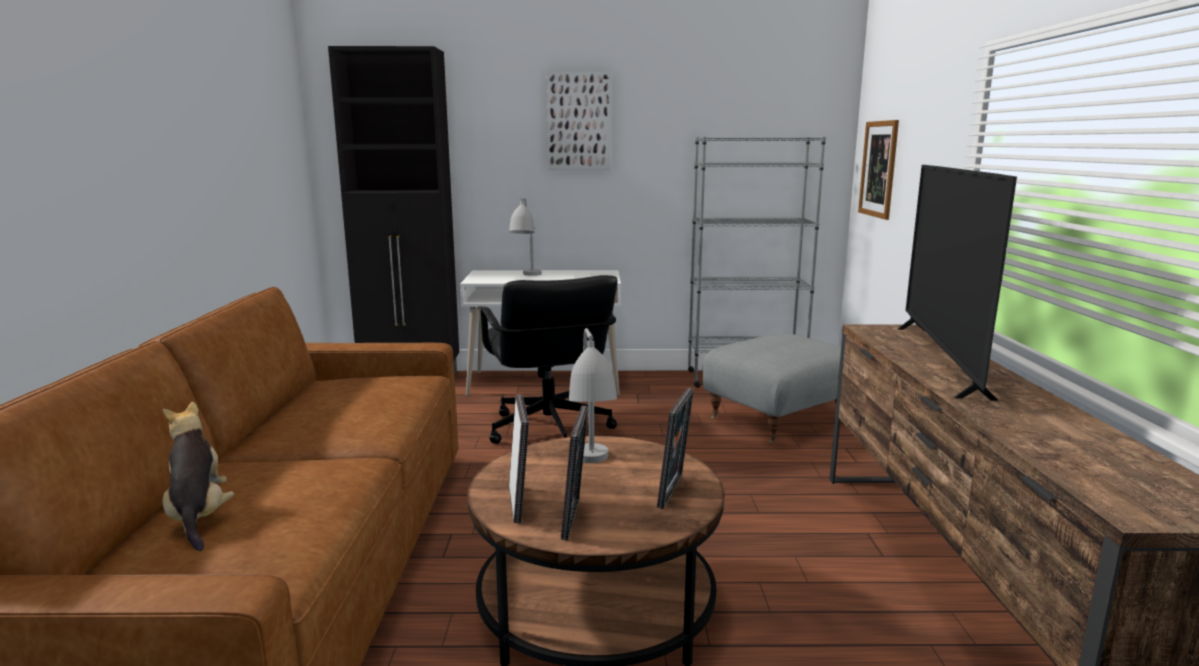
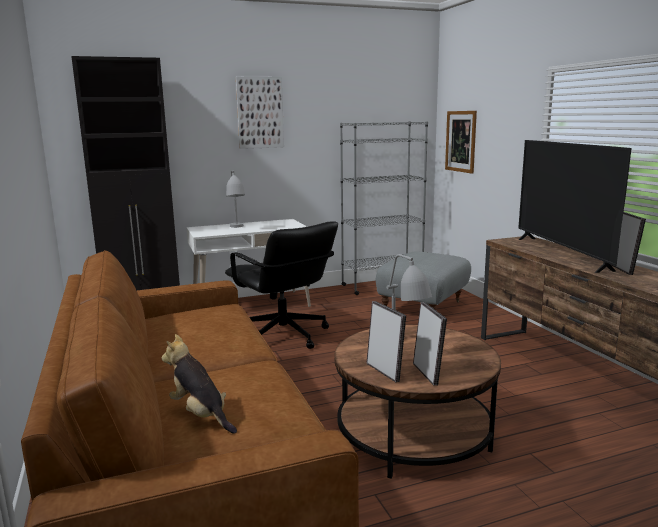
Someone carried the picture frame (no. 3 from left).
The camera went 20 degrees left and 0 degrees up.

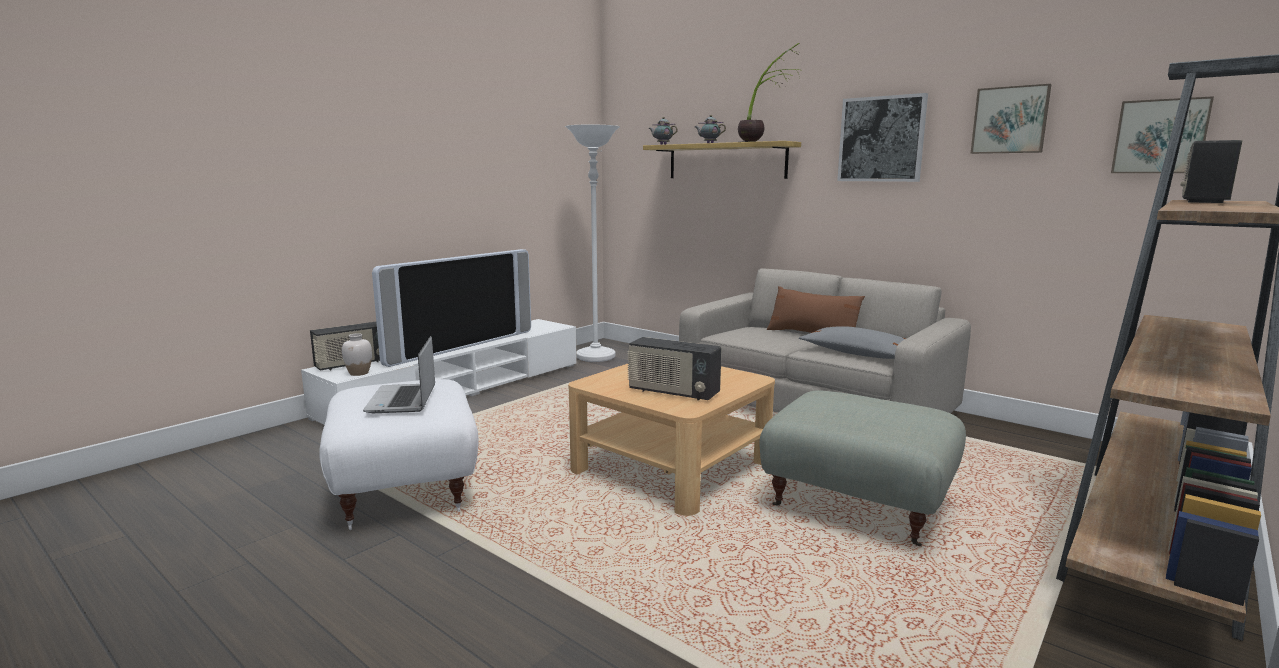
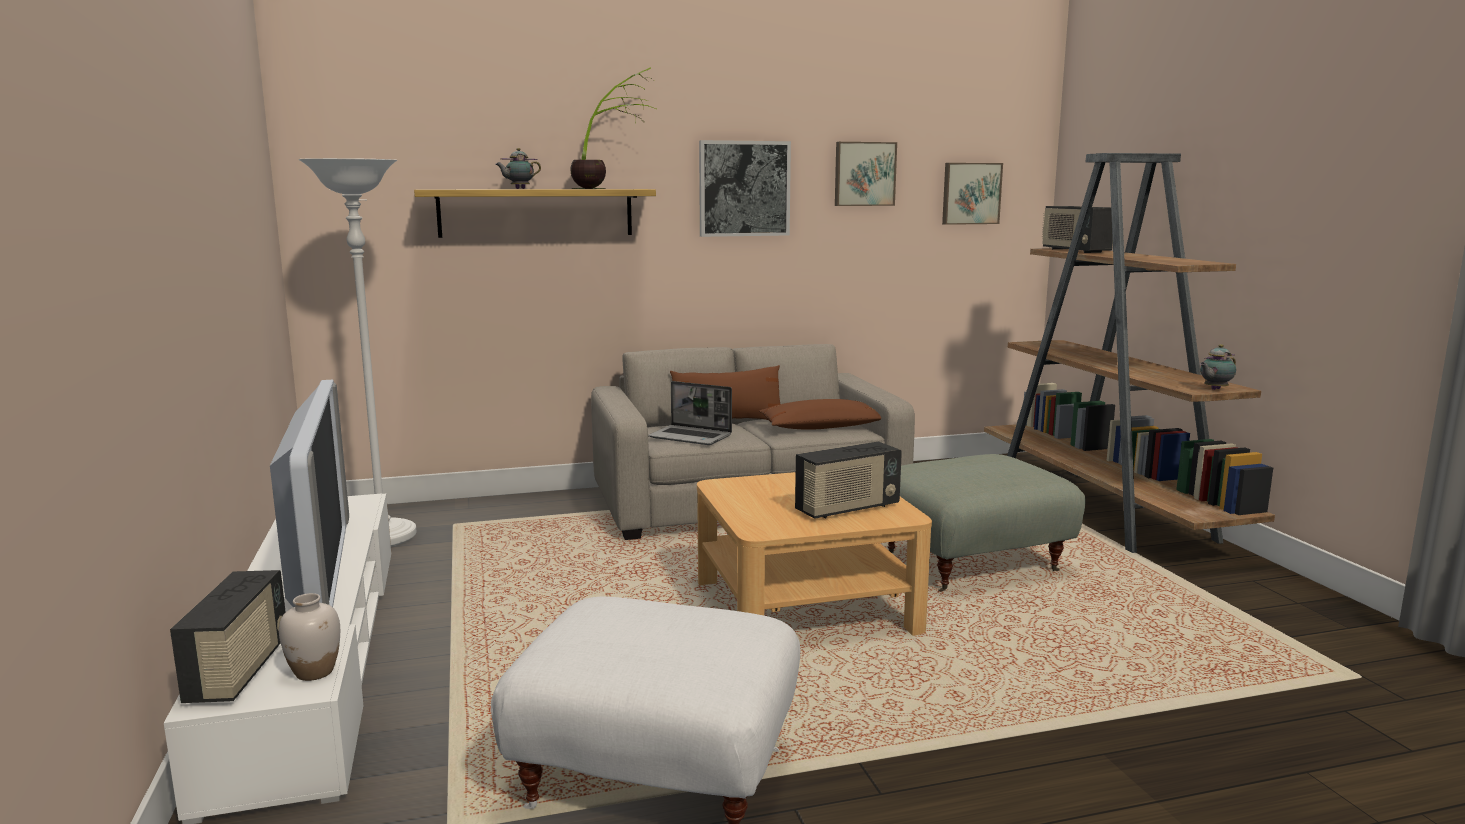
Someone carried the laptop.
Someone carried the teapot (no. 1 from left in the first image).
Someone repainted the pillow/grey, which became the pillow/brown (no. 2 from left).
The camera went 55 degrees left and 0 degrees up.

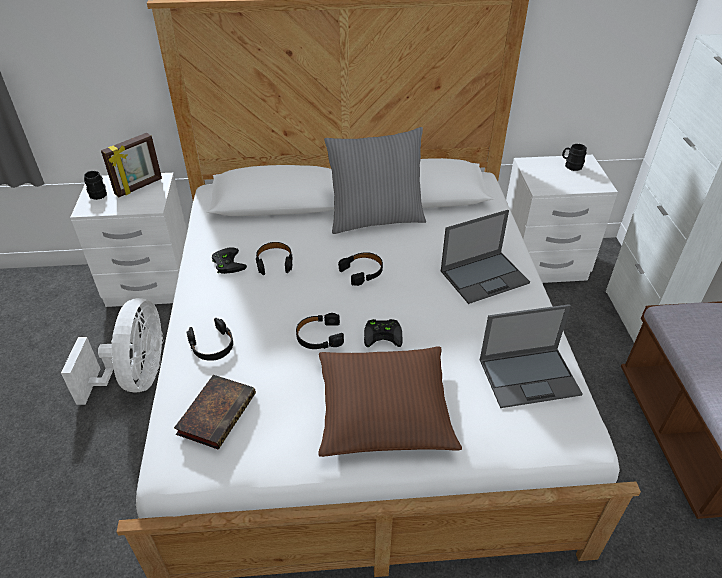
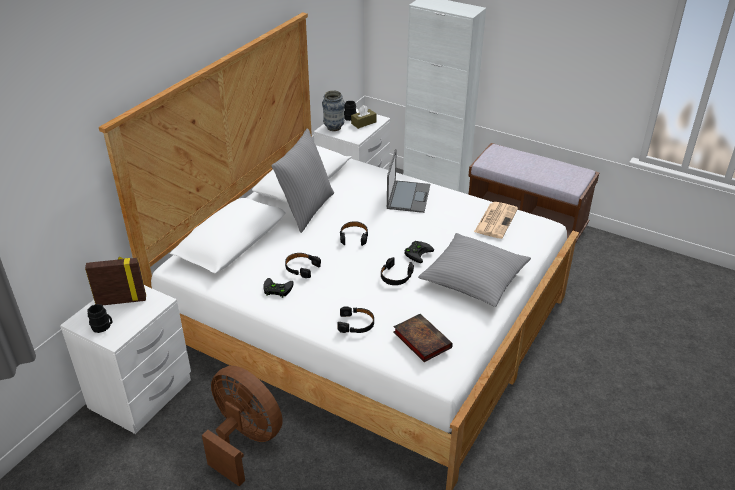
Someone repainted the fan/white, which became the fan/brown.
Someone rotated the picture frame by 90 degrees counterclockwise.
Someone repainted the pillow/brown, which became the pillow/grey (no. 2 from left).
Someone swapped the laptop (no. 2 from left) for the newspaper.
Someone put down the vase.
Someone put down the tissue box/brown.
The camera went 55 degrees left and 5 degrees down.

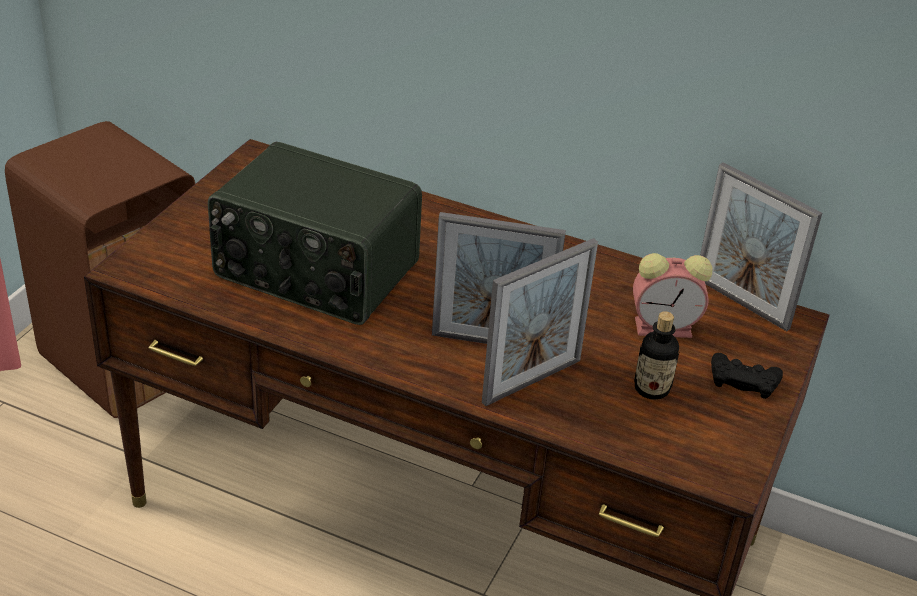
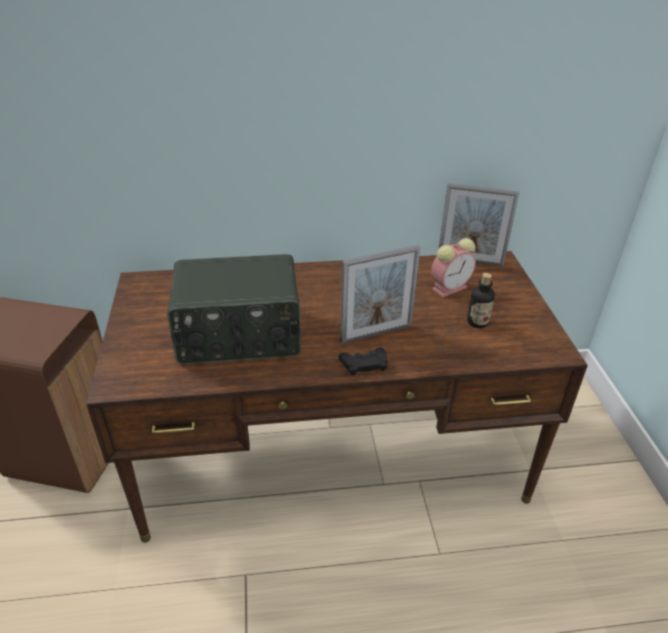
Someone took away the picture frame (no. 2 from left).
Someone carried the game controller/black.
The camera went 30 degrees left and 0 degrees up.

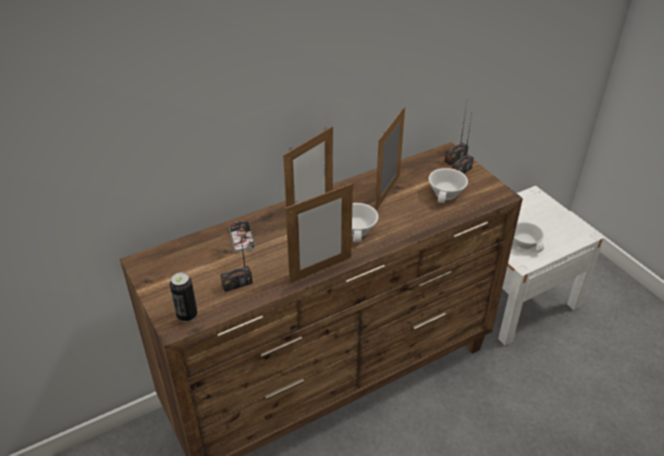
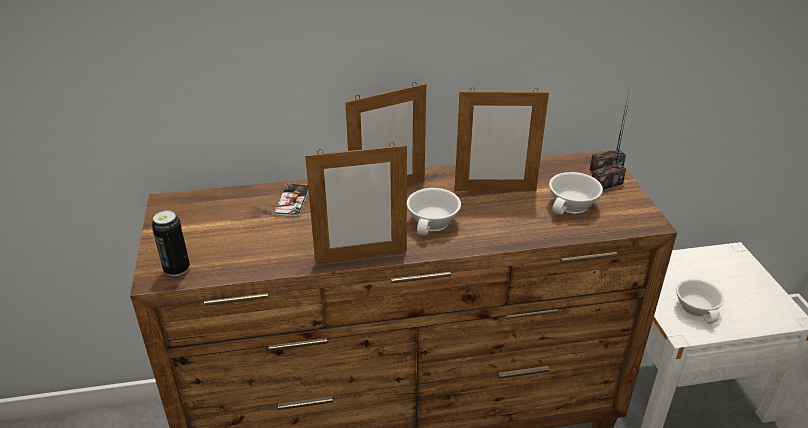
Someone took away the radio (no. 1 from left).
Someone rotated the picture frame (no. 3 from left) by 135 degrees counterclockwise.
The camera went 20 degrees right and 5 degrees down.

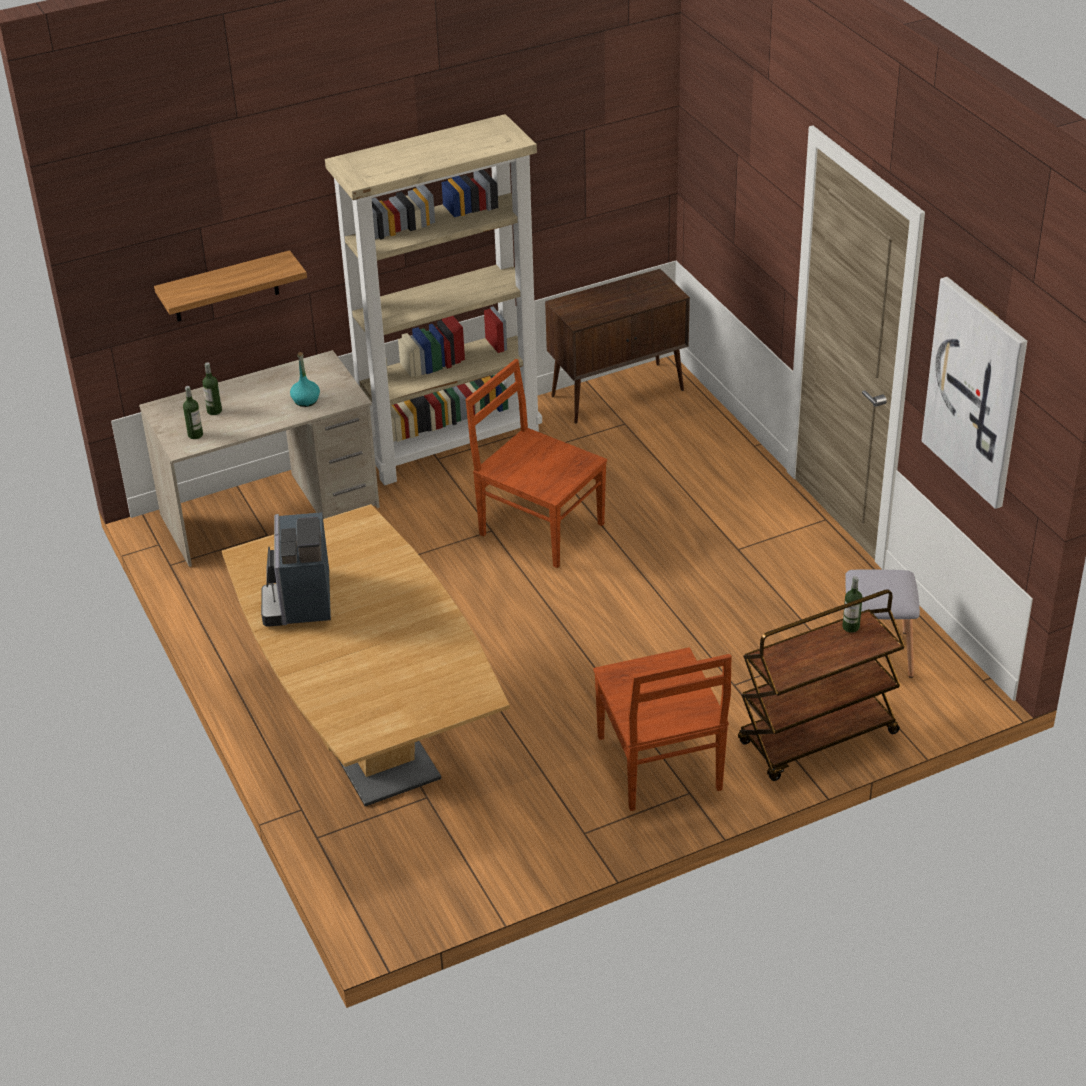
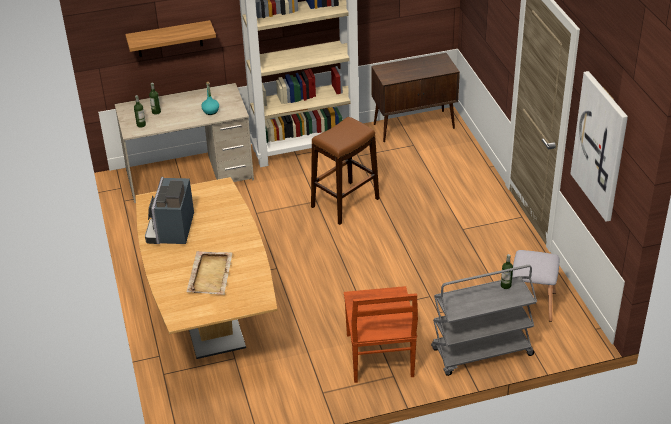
Someone swapped the chair/brown (no. 1 from left) for the stool/brown.
Someone repainted the cart/brown, which became the cart/grey.
Someone put down the tray/beige.
The camera went 10 degrees right and 0 degrees up.

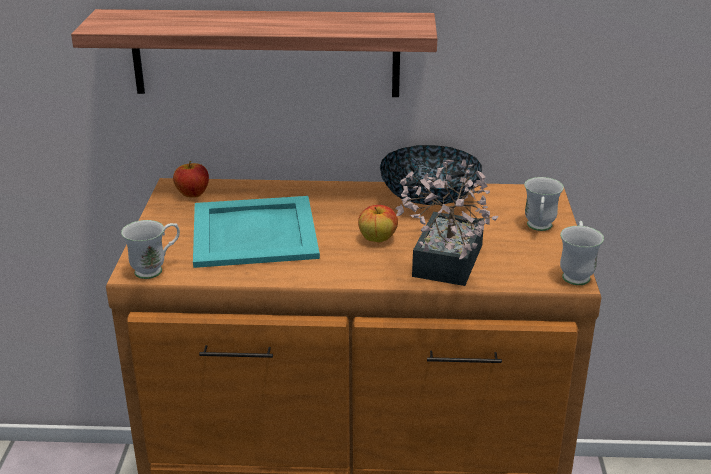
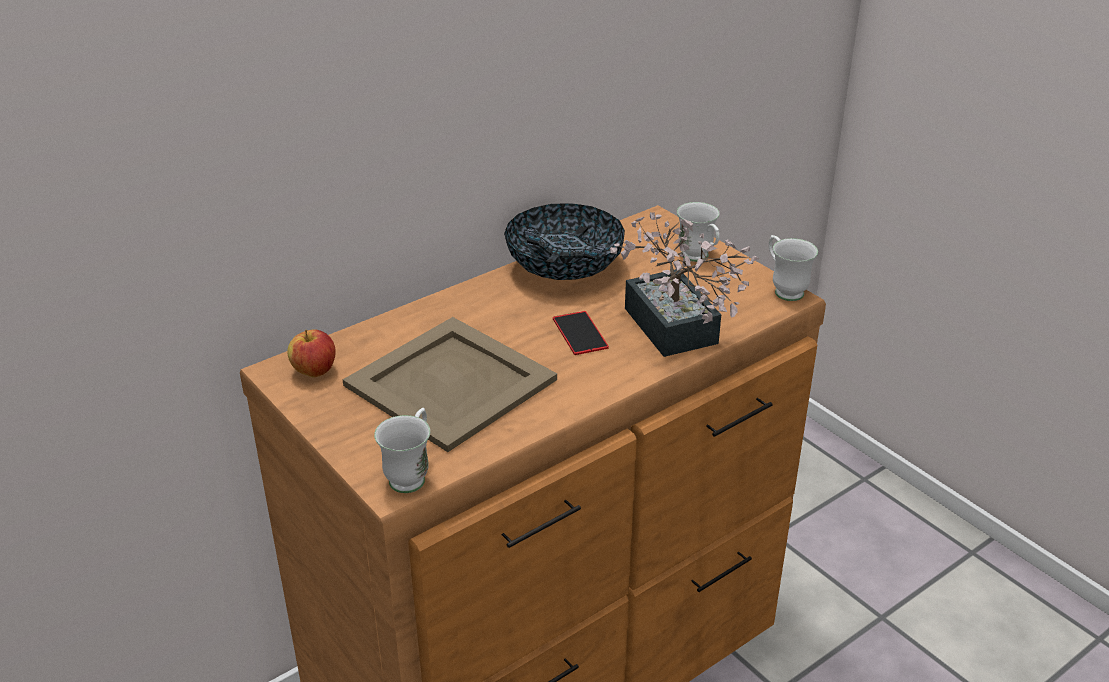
Someone took away the shelf.
Someone repainted the tray/turquoise, which became the tray/beige.
Someone swapped the apple (no. 2 from left) for the phone.
The camera went 40 degrees left and 5 degrees up.

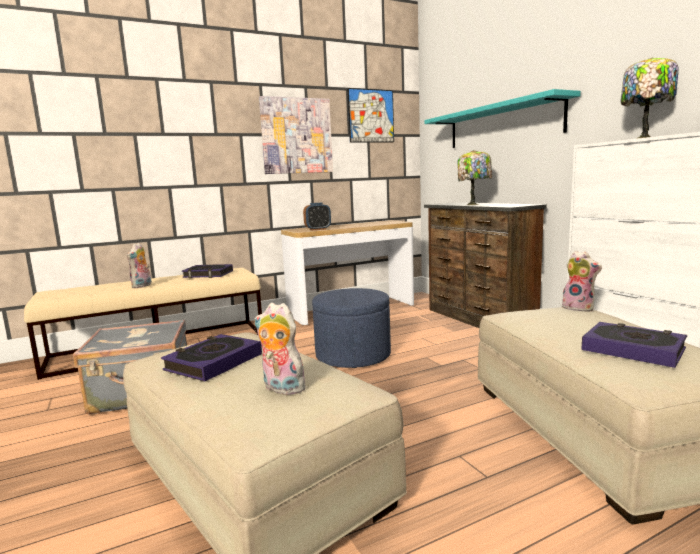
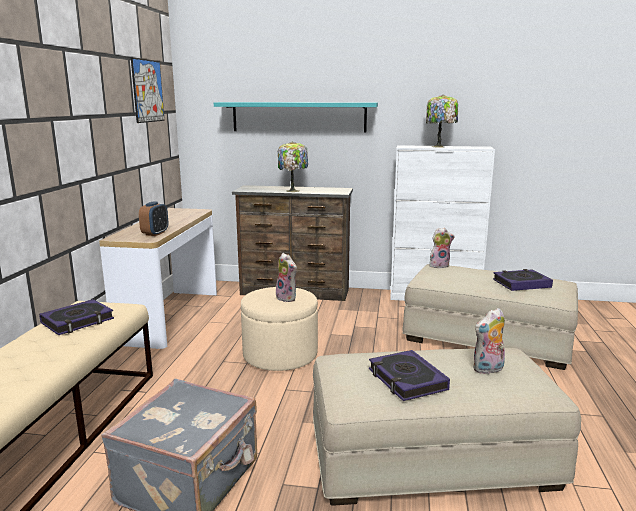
Someone carried the plush toy (no. 1 from left).
Someone took away the picture (no. 1 from left).
Someone repainted the ottoman/blue, which became the ottoman/beige (no. 1 from left).
The camera went 55 degrees left and 5 degrees up.

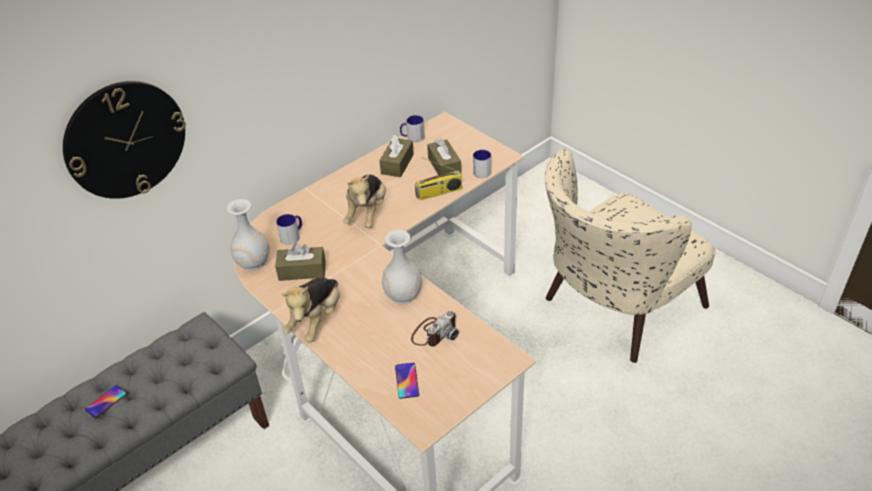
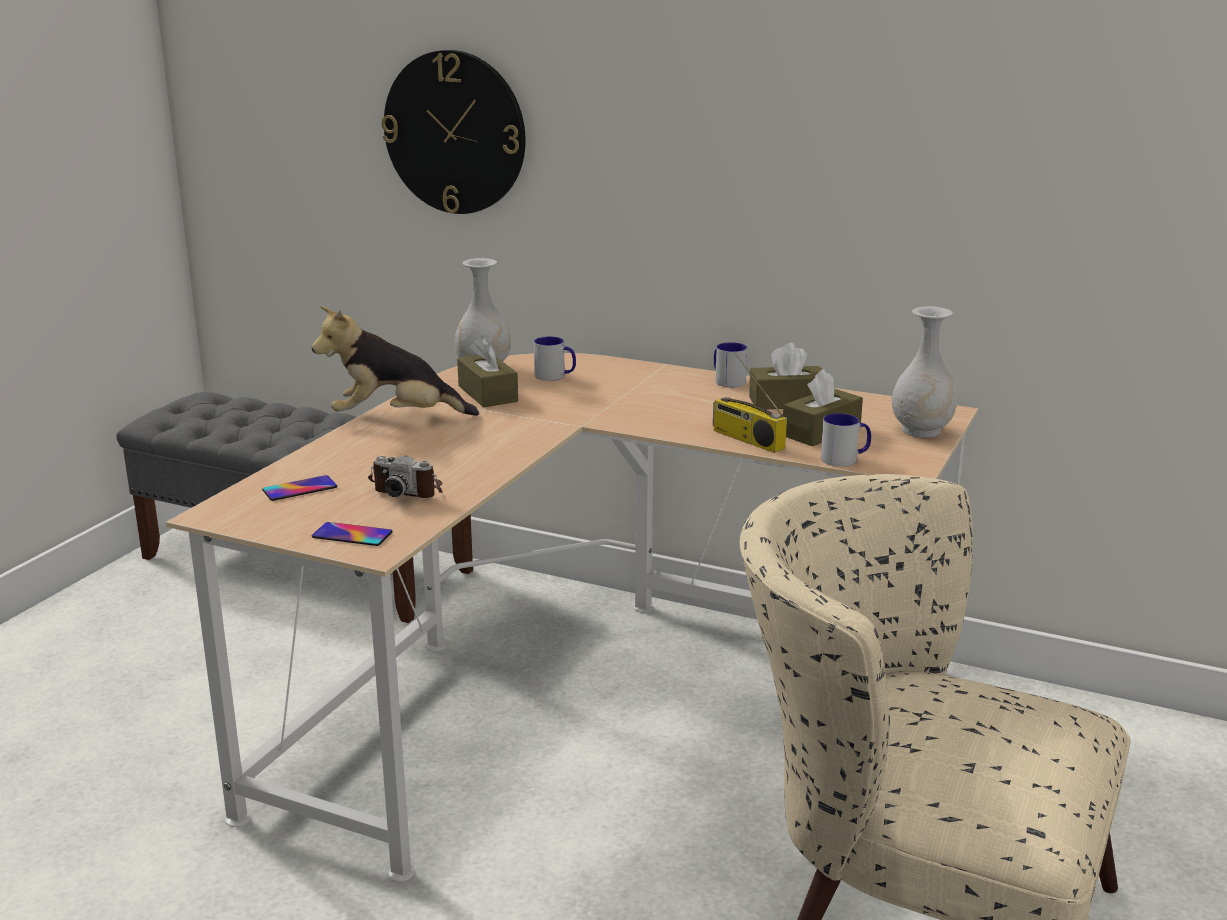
Someone carried the phone (no. 1 from left in the first image).
Someone took away the plush toy (no. 2 from left).
Someone carried the vase/white (no. 2 from left).
Someone carried the mug (no. 2 from left).
The camera went 65 degrees right and 20 degrees down.

